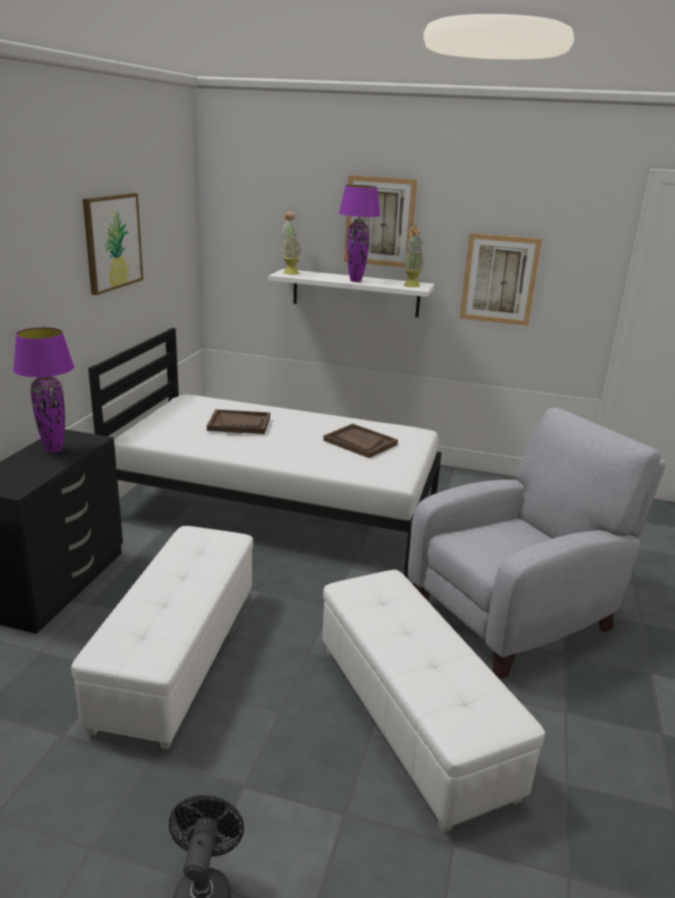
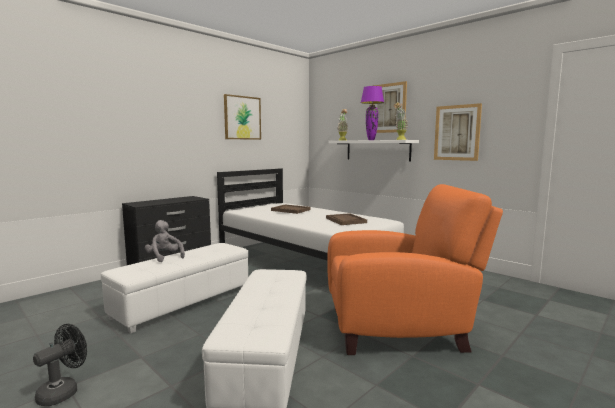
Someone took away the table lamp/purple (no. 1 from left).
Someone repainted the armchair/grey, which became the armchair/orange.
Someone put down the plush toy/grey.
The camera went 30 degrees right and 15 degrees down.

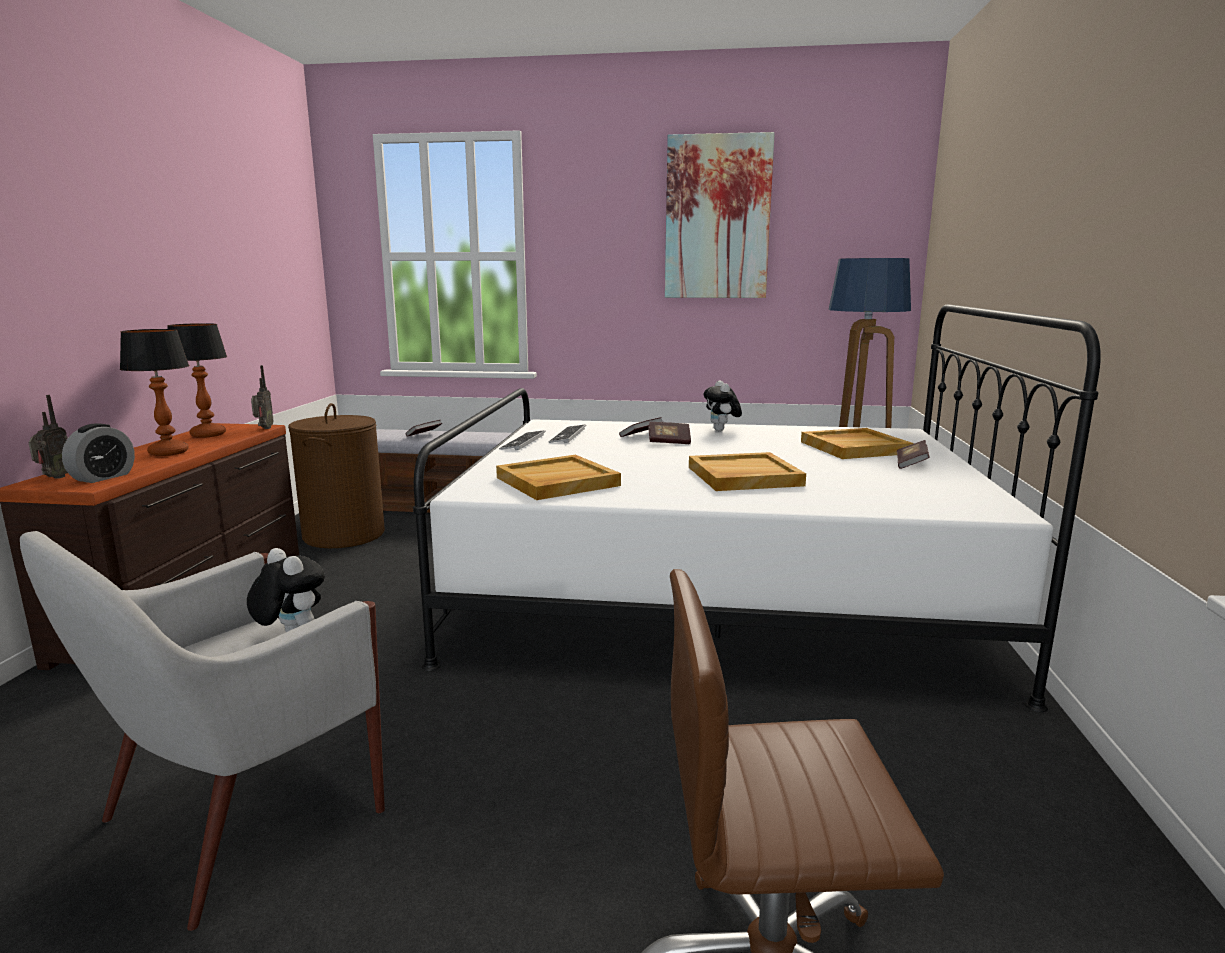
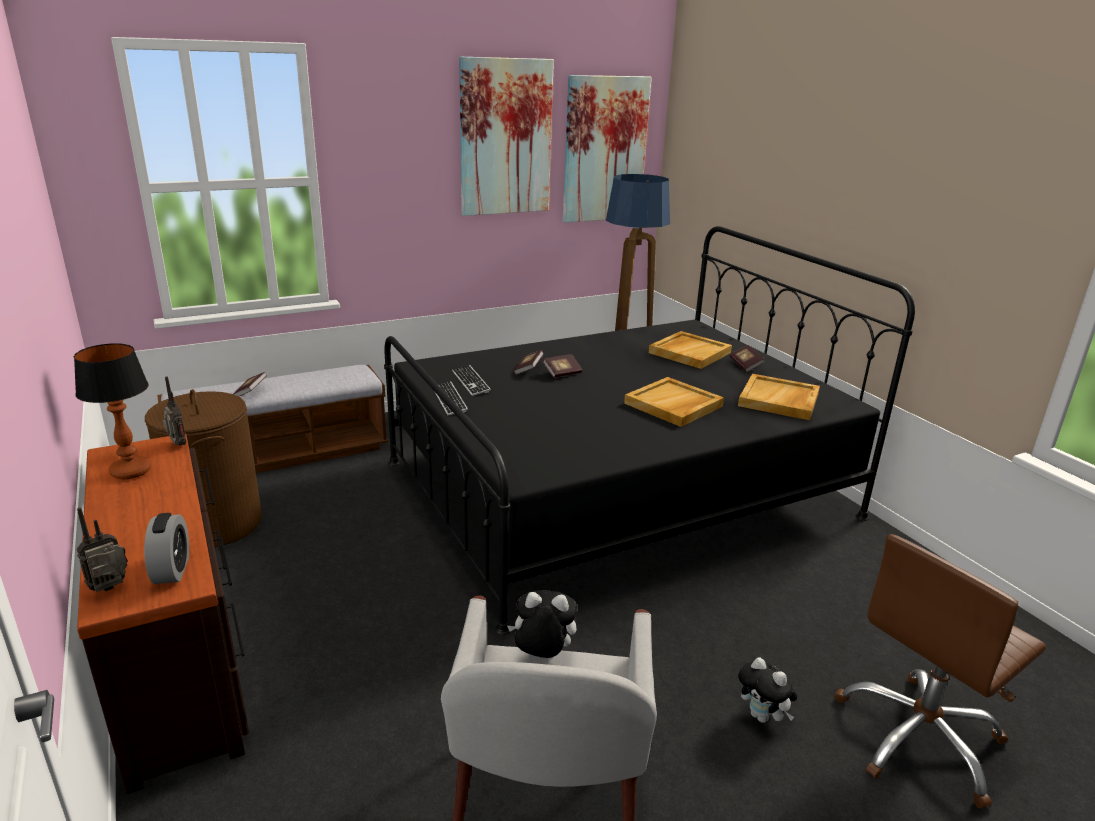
Someone rotated the radio (no. 1 from left) by 105 degrees counterclockwise.
Someone took away the table lamp (no. 1 from left).
Someone repainted the bed/white, which became the bed/black.
Someone carried the tray/beige (no. 1 from left in the first image).
Someone carried the plush toy (no. 2 from left).
Someone put up the picture (no. 2 from left).
The camera went 35 degrees left and 10 degrees up.

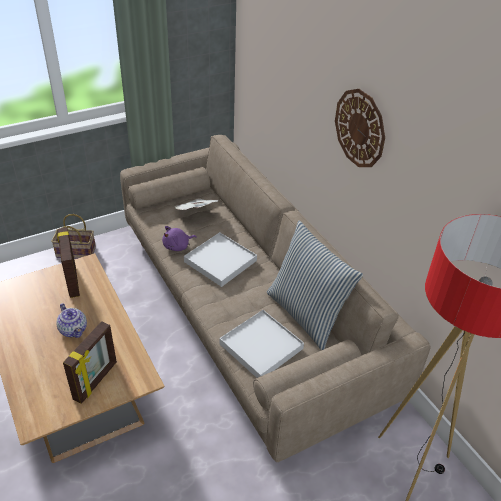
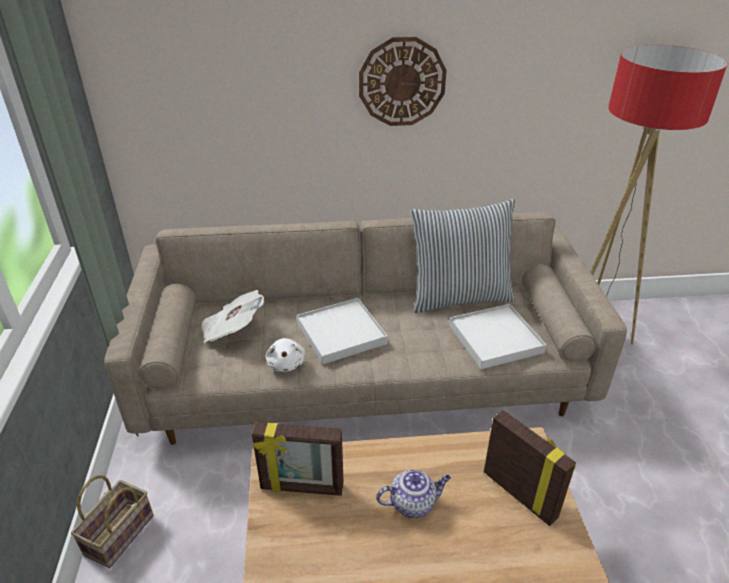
Someone repainted the plush toy/purple, which became the plush toy/white.
The camera went 65 degrees left and 5 degrees down.

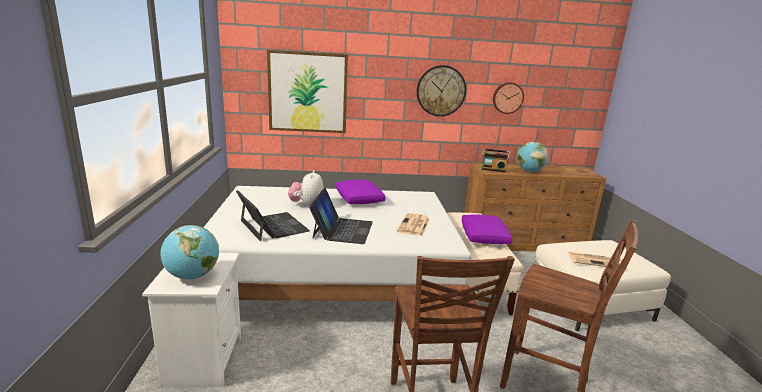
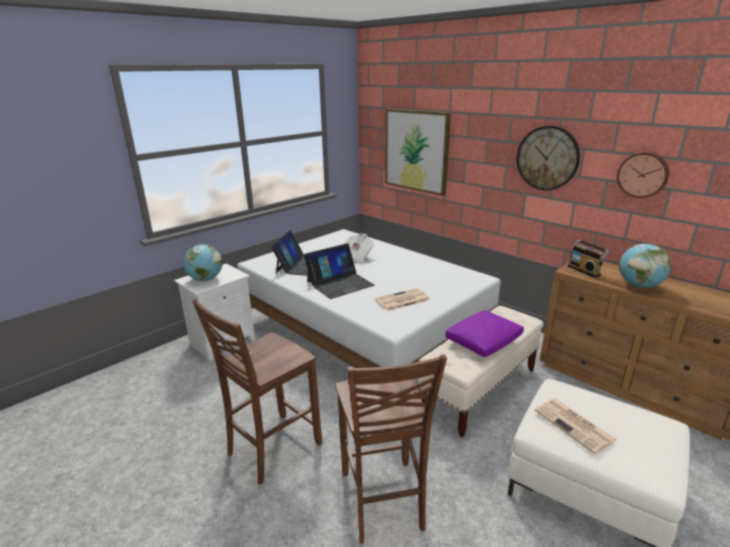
Someone swapped the plush toy for the newspaper (no. 1 from left).
Someone took away the pillow/purple (no. 1 from left).
The camera went 50 degrees right and 5 degrees up.

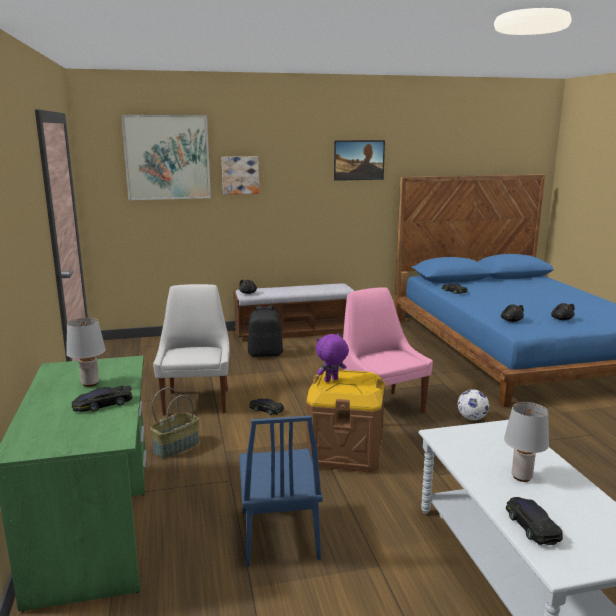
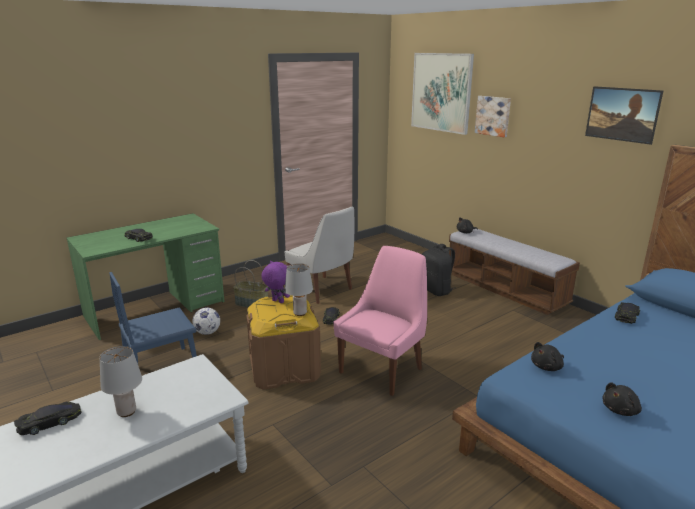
Someone carried the table lamp/grey (no. 1 from left in the first image).
Someone rotated the chair/white by 75 degrees clockwise.
Someone carried the football.
The camera went 65 degrees right and 5 degrees up.

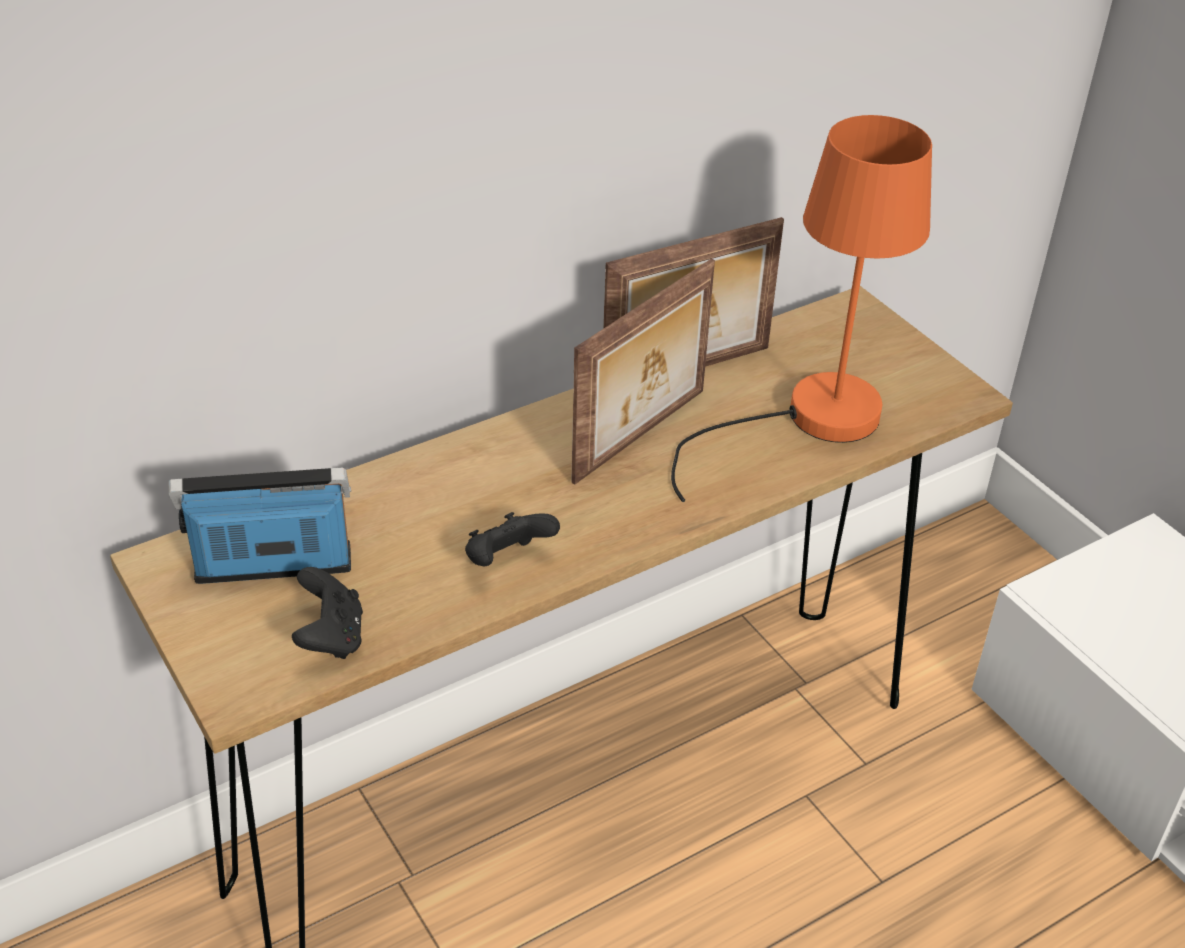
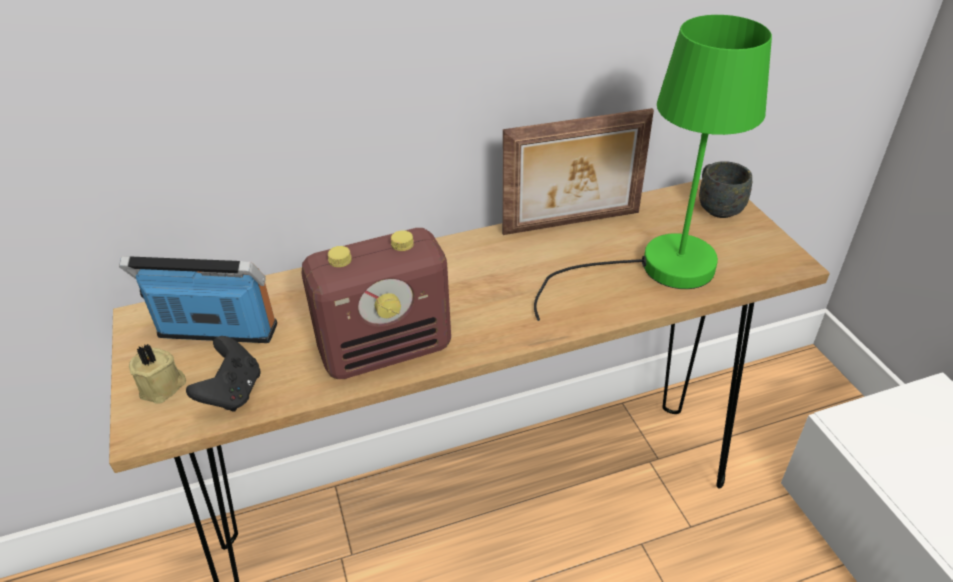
Someone swapped the game controller/black (no. 2 from left) for the radio (no. 2 from left).
Someone took away the picture frame (no. 1 from left).
Someone repainted the table lamp/orange, which became the table lamp/green.
Someone put down the candle/beige.
Someone put down the mug/grey.
The camera went 15 degrees right and 0 degrees up.

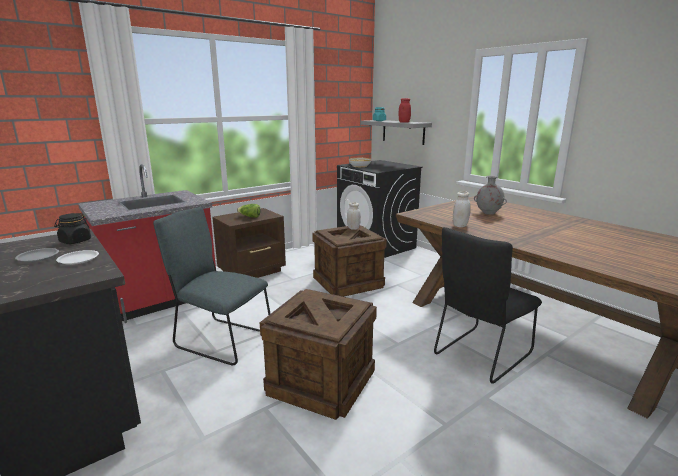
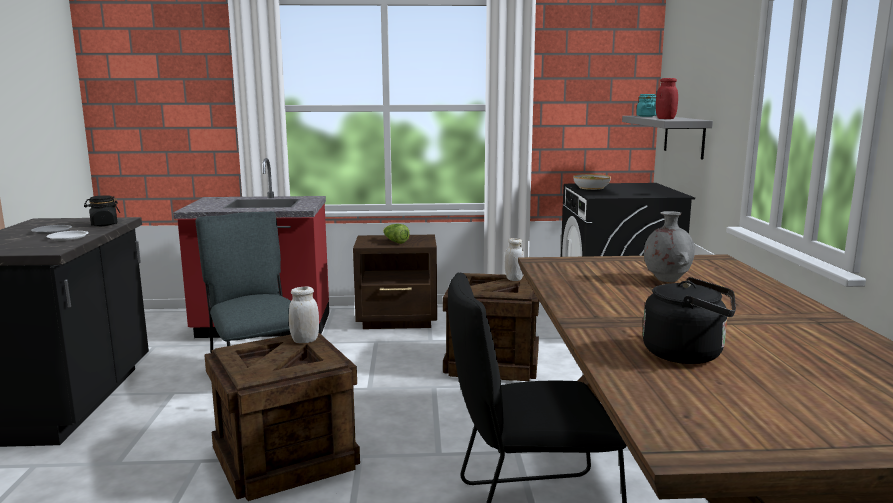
Someone carried the jar/white (no. 2 from left in the first image).
Someone put down the kettle/black.
The camera went 35 degrees right and 5 degrees down.

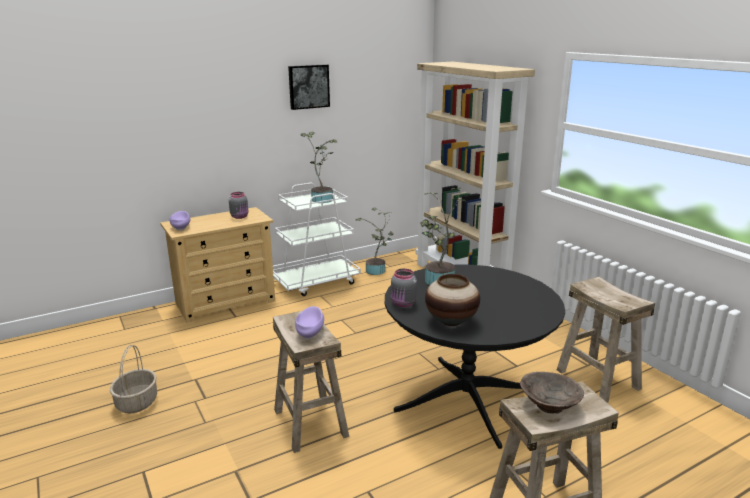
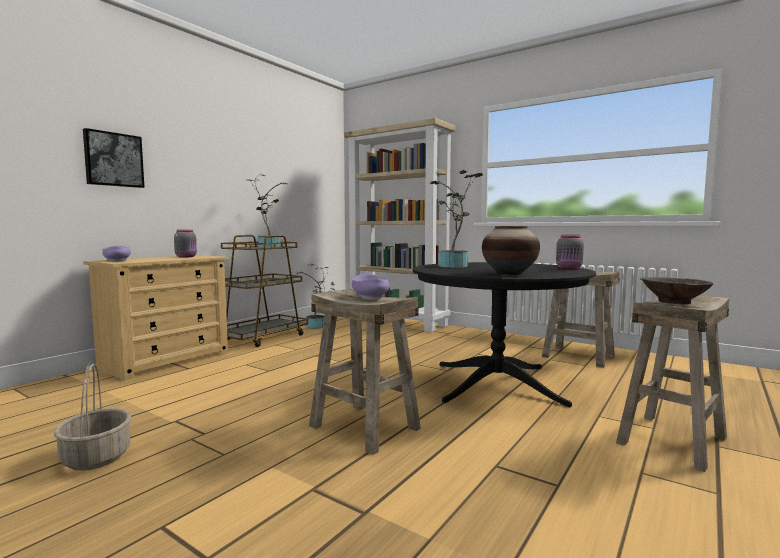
Someone repainted the cart/white, which became the cart/brown.
Someone carried the picture.
Someone carried the jar/grey (no. 2 from left).
The camera went 25 degrees left and 15 degrees down.

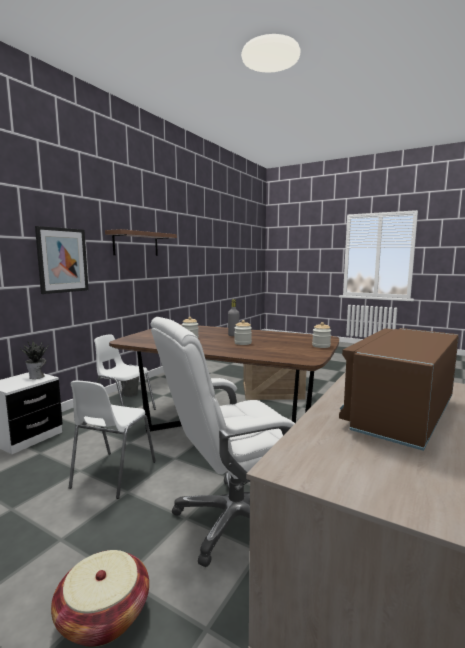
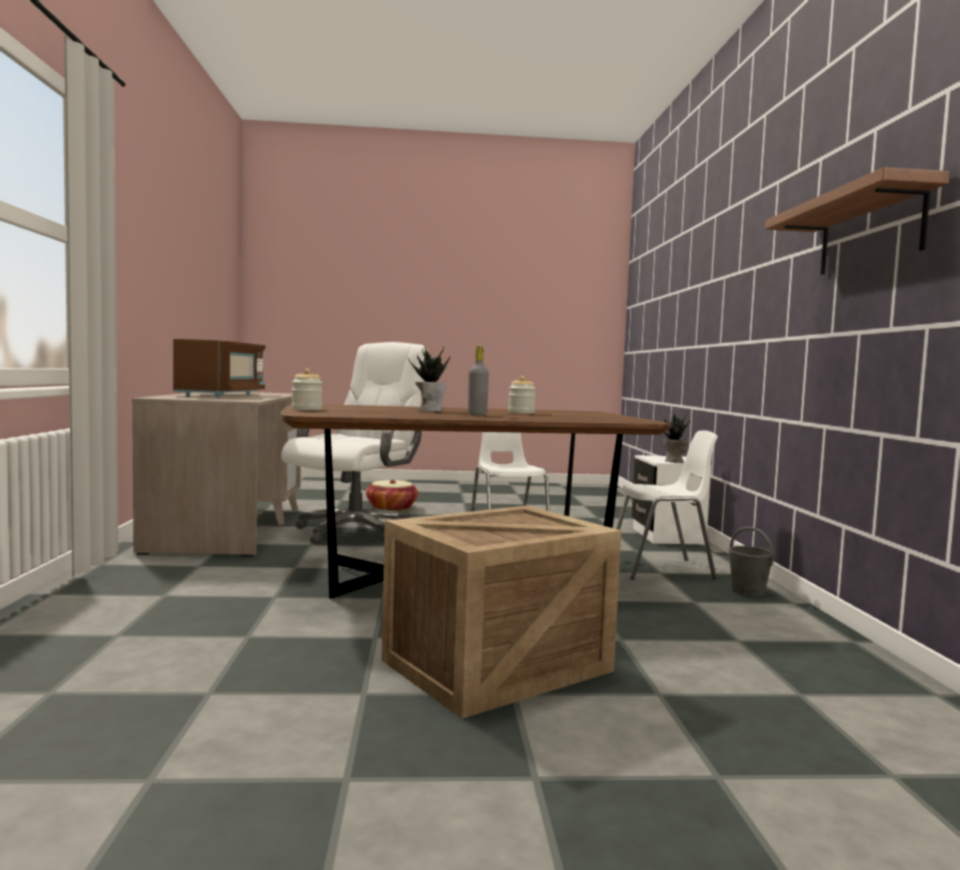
Someone took away the picture.
Someone swapped the jar (no. 2 from left) for the potted plant (no. 1 from left).
The camera went 145 degrees right and 5 degrees down.

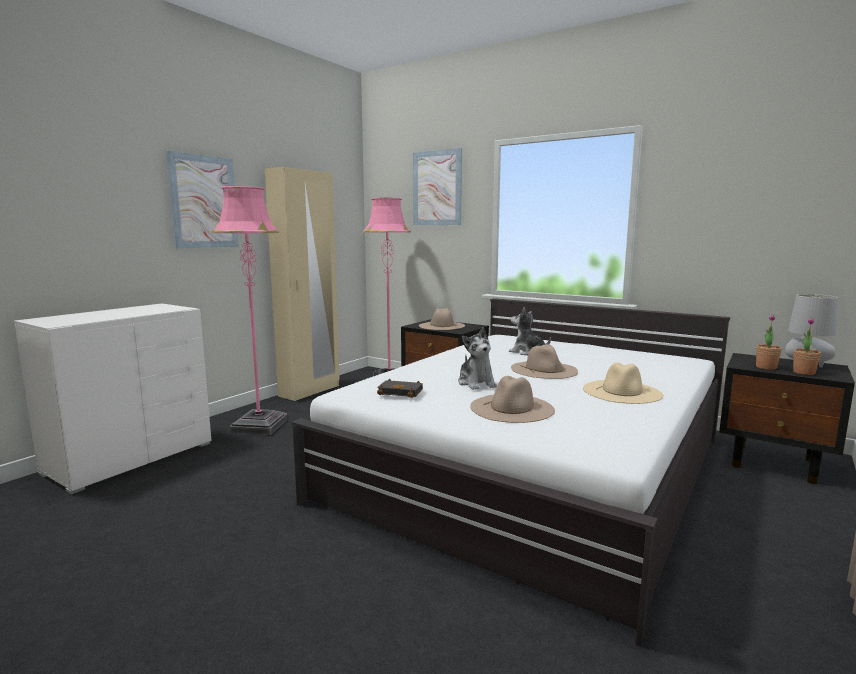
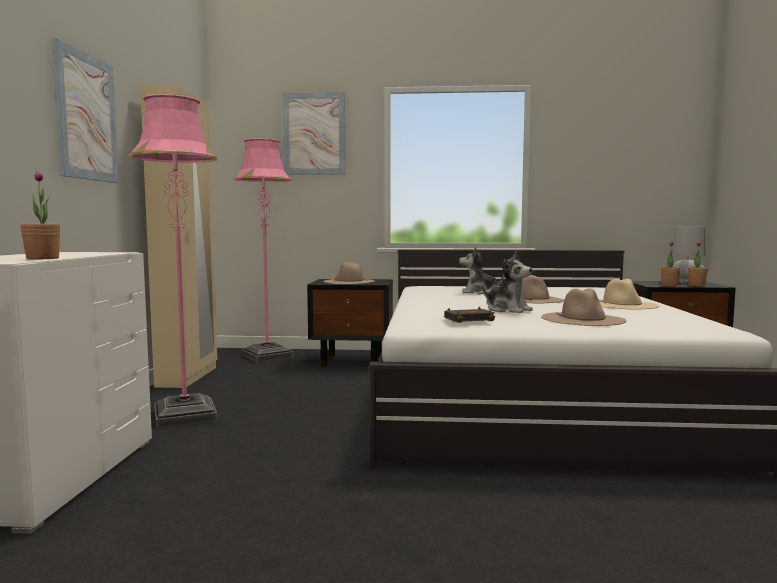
Someone put down the potted plant (no. 1 from left).
The camera went 30 degrees left and 5 degrees down.

